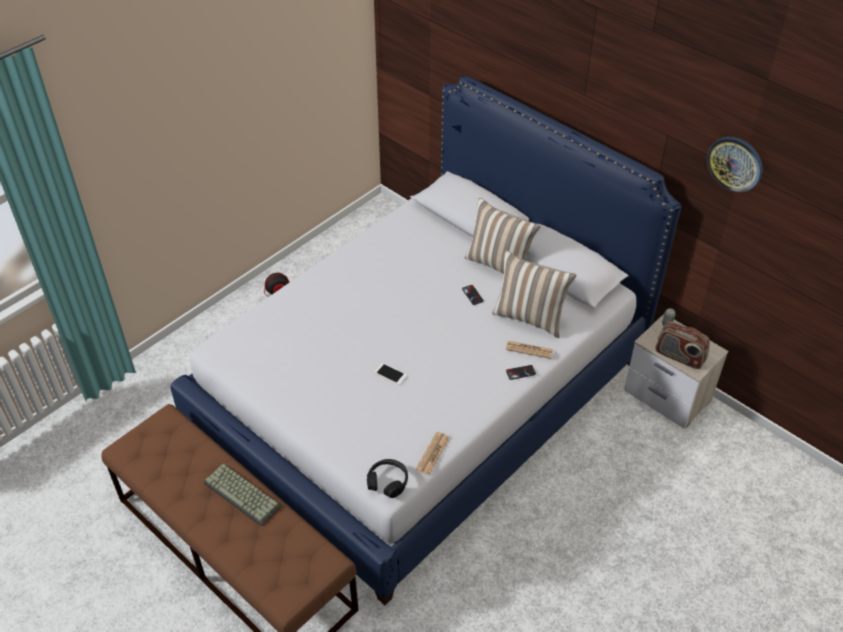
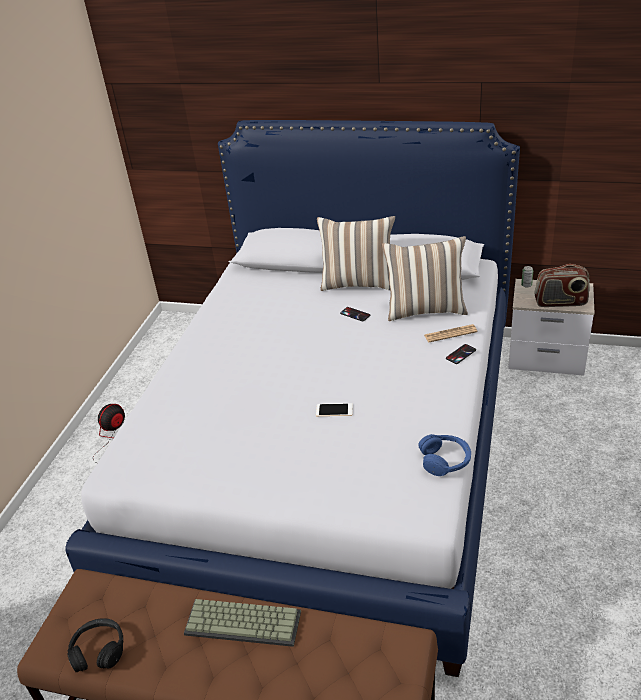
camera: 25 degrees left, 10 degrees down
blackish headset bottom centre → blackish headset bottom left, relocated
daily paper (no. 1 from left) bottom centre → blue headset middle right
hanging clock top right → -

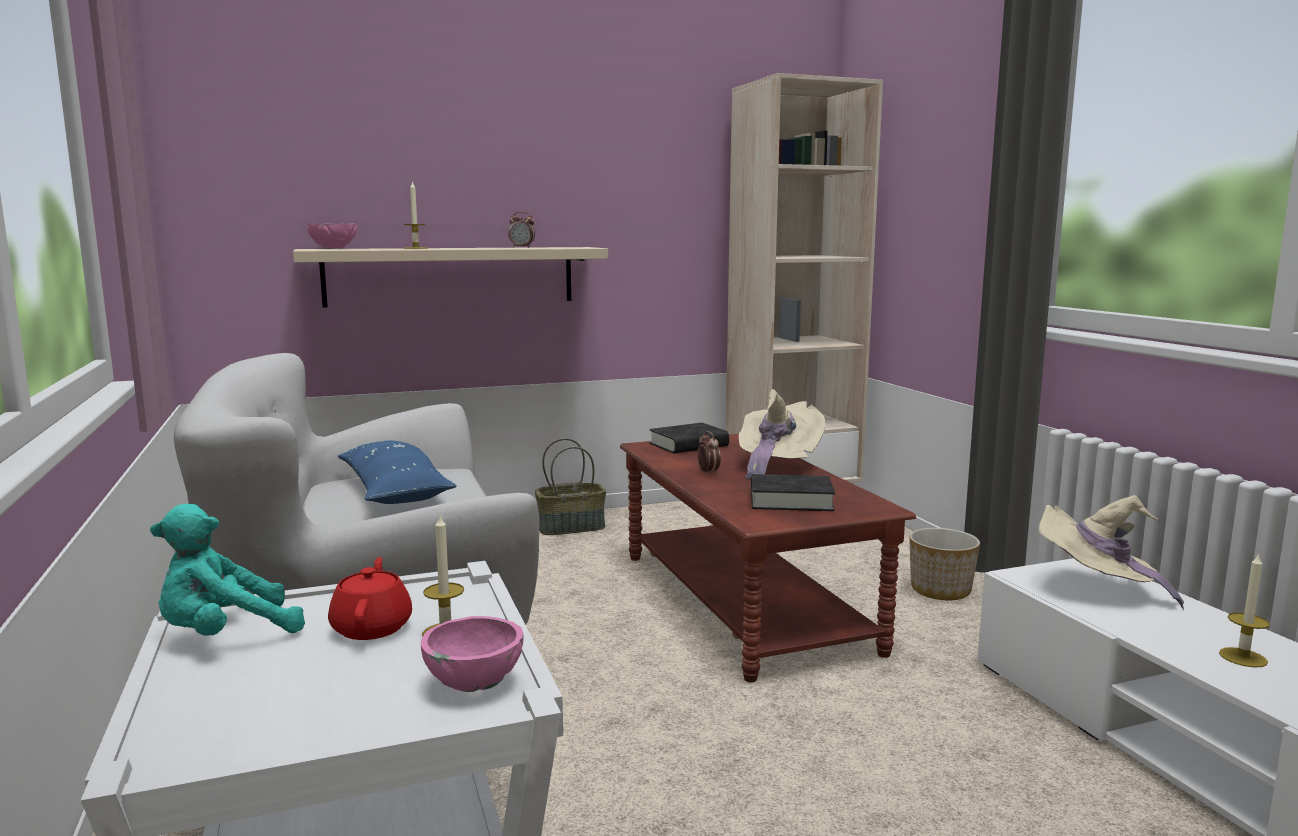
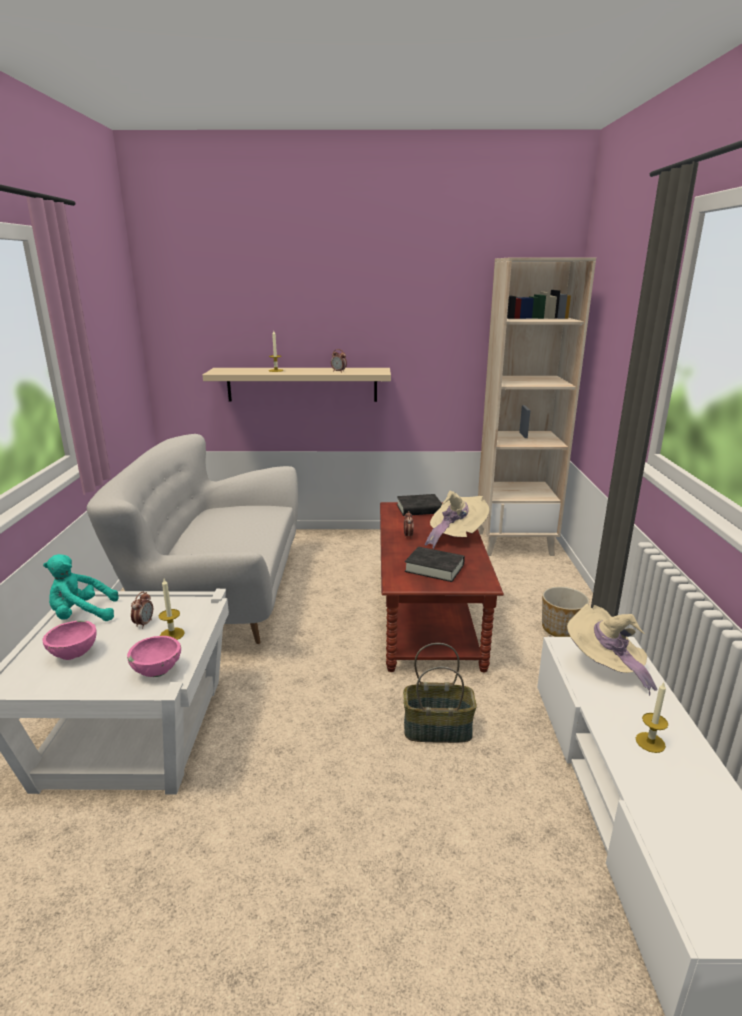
camera: 20 degrees right, 10 degrees up
pink-coloured deep dish (no. 1 from left) top left → pink-coloured deep dish (no. 1 from left) middle left, relocated
red pot for tea bottom left → alarm clock (no. 1 from left) middle left
household basket centre → household basket bottom centre, relocated
blue cushion middle left → -

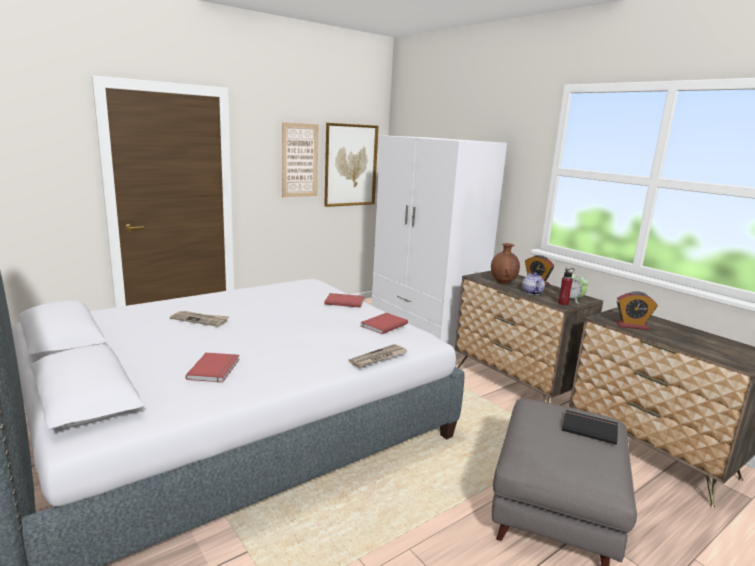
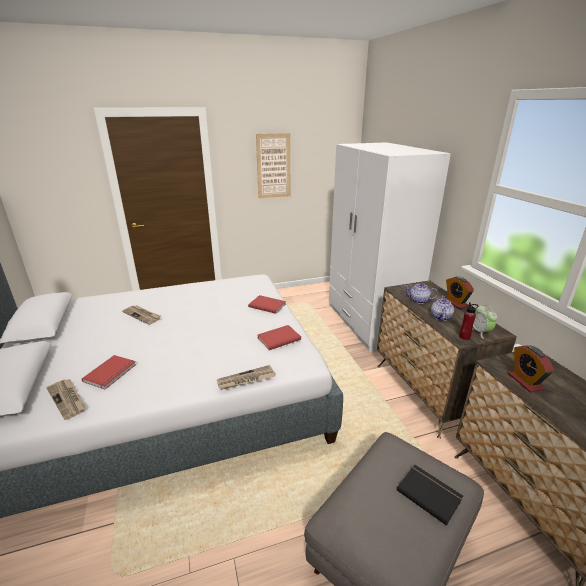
camera: 20 degrees right, 10 degrees up
- → daily paper (no. 1 from left) bottom left
brownish flower vase middle right → pot for tea (no. 1 from left) middle right
alarm clock (no. 3 from left) middle right, 45 degrees clockwise
wall art (no. 2 from left) top centre → -

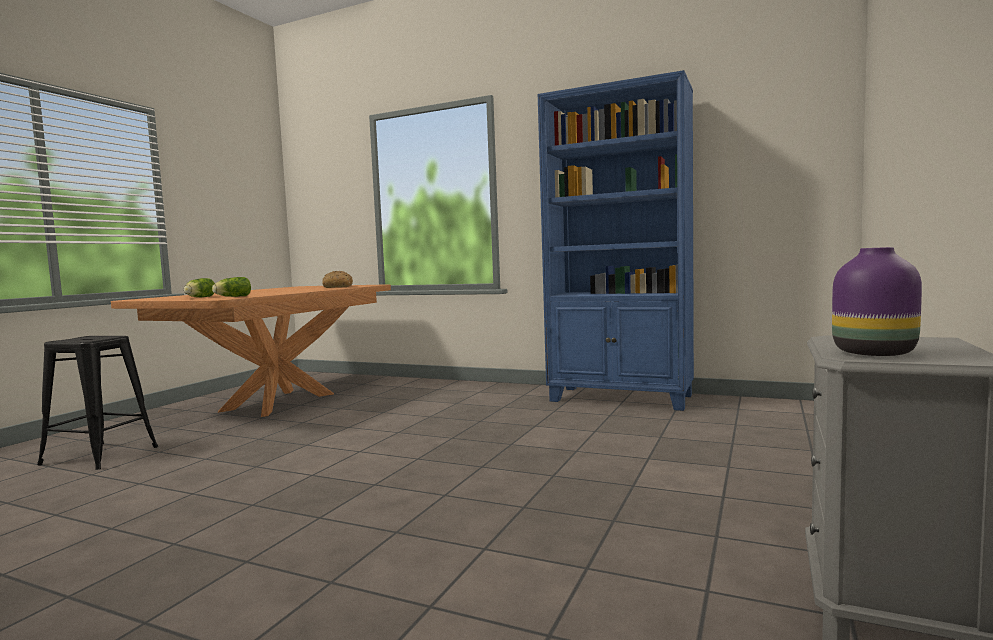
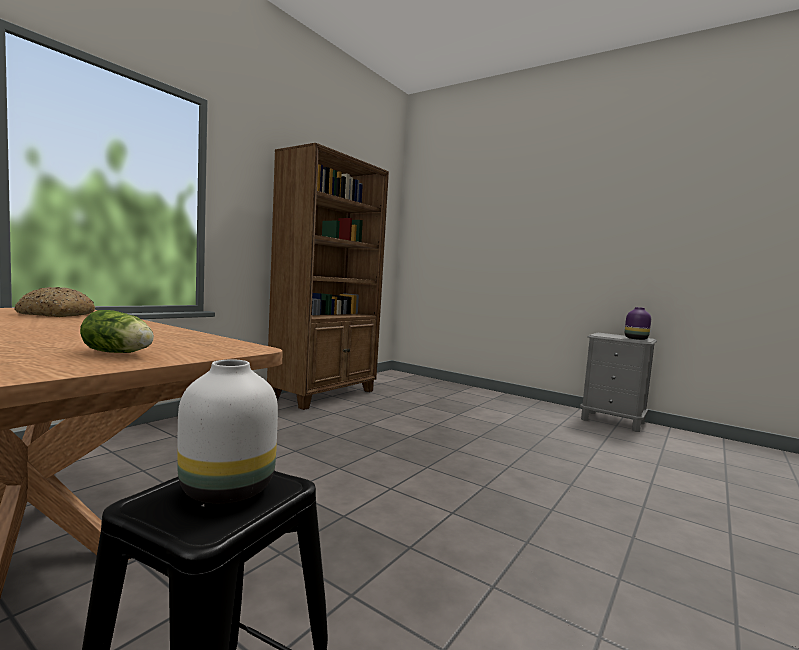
camera: 80 degrees left, 0 degrees up
- → white-coloured flower vase middle left
blue bookshelf centre → brownish bookshelf centre
lettuce (no. 2 from left) middle left → -

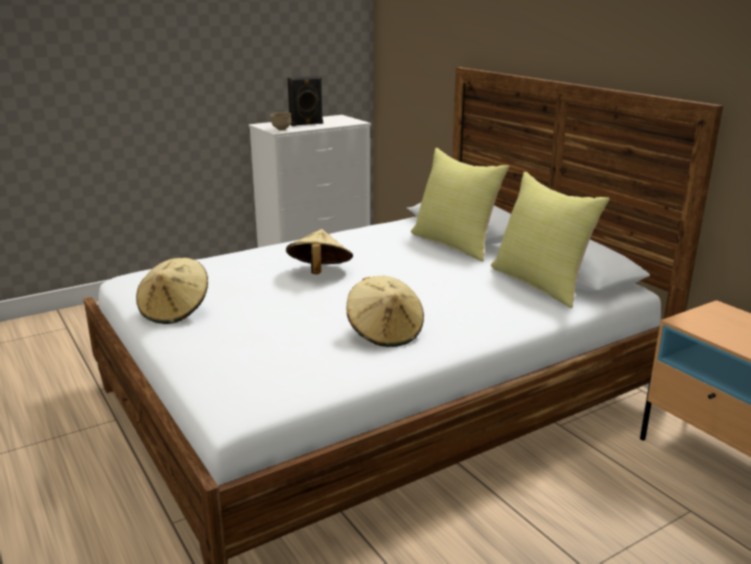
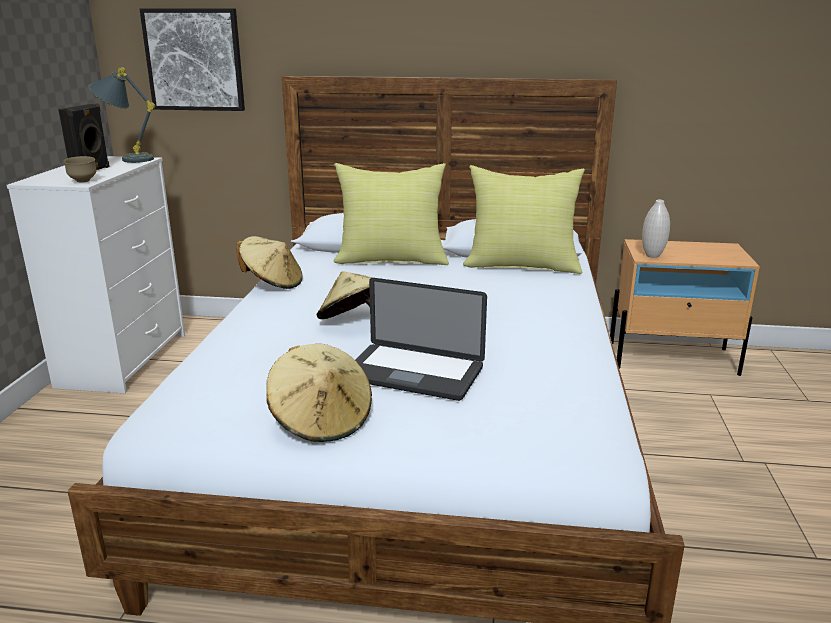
camera: 50 degrees left, 0 degrees up
- → grey table lamp top left
- → wall art top left
beige-coloured clothing hat (no. 3 from left in the first image) centre → beige-coloured clothing hat (no. 1 from left) middle left, relocated
- → portable computer centre
- → white-coloured flower vase middle right

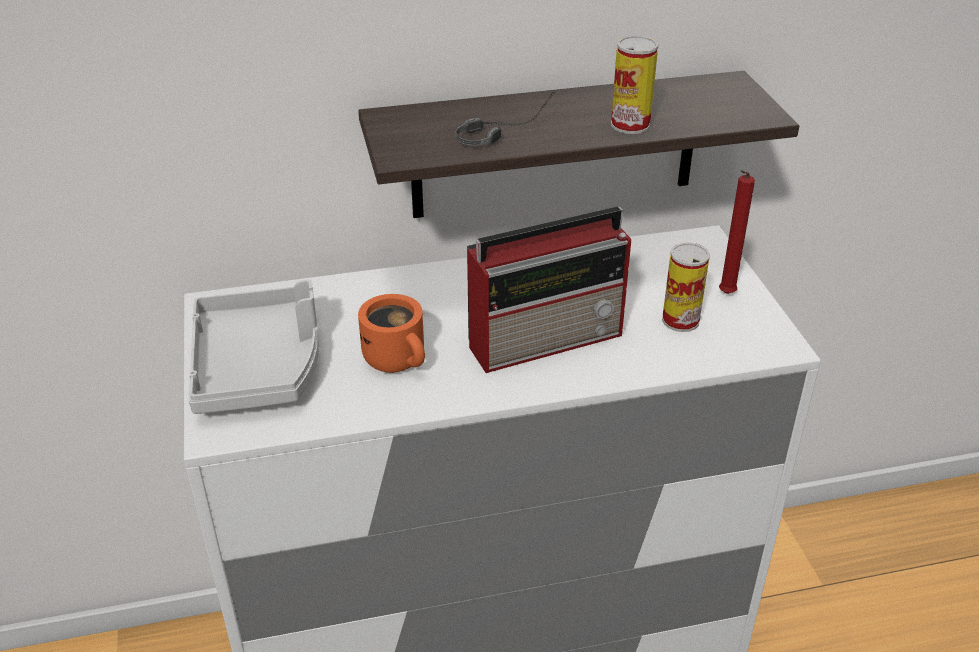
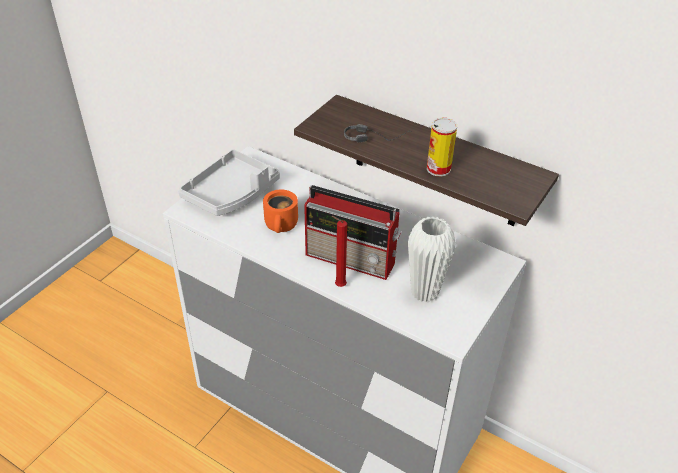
camera: 45 degrees right, 5 degrees up
red wax light middle right → red wax light centre, relocated
sealed can (no. 2 from left) middle right → white-coloured flower vase centre

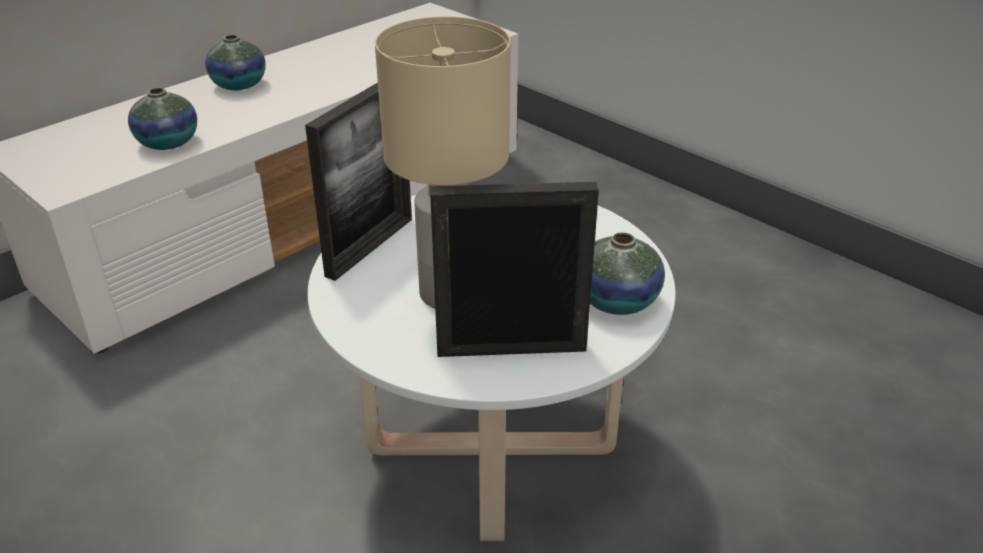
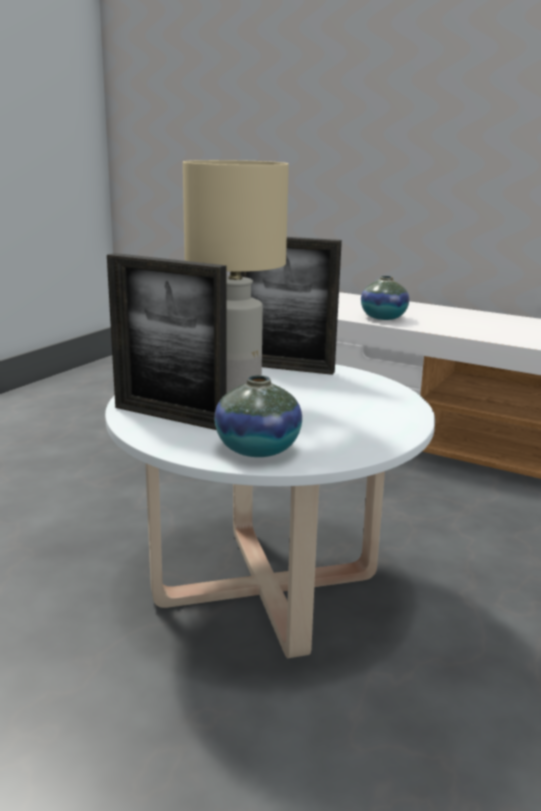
camera: 75 degrees right, 15 degrees down
photo frame (no. 2 from left in the first image) centre → photo frame (no. 1 from left) middle left, 135 degrees clockwise
flower vase (no. 2 from left) top left → -

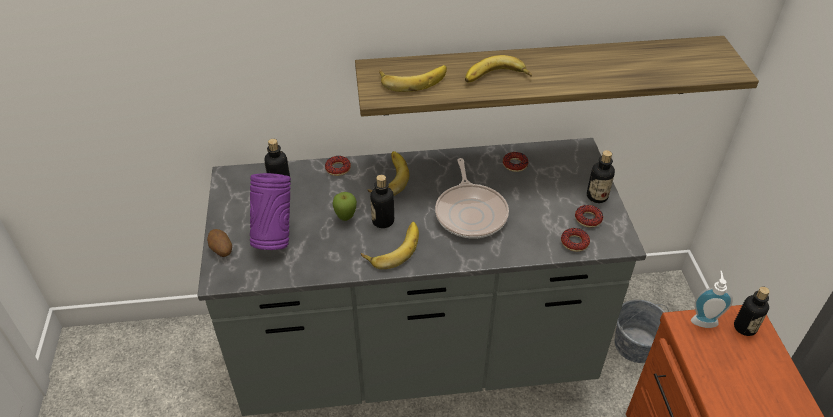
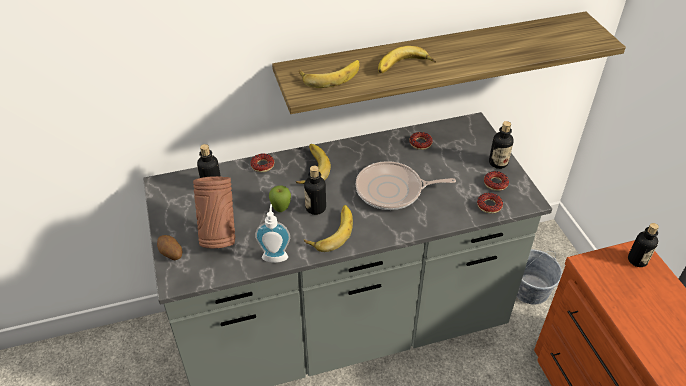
camera: 10 degrees left, 0 degrees up
purple-coloured flower vase middle left → brownish flower vase middle left
soap dispenser bottom right → soap dispenser centre, relocated
skillet centre, 105 degrees clockwise

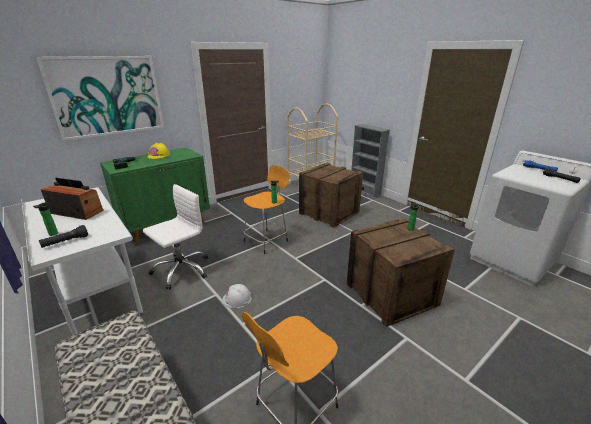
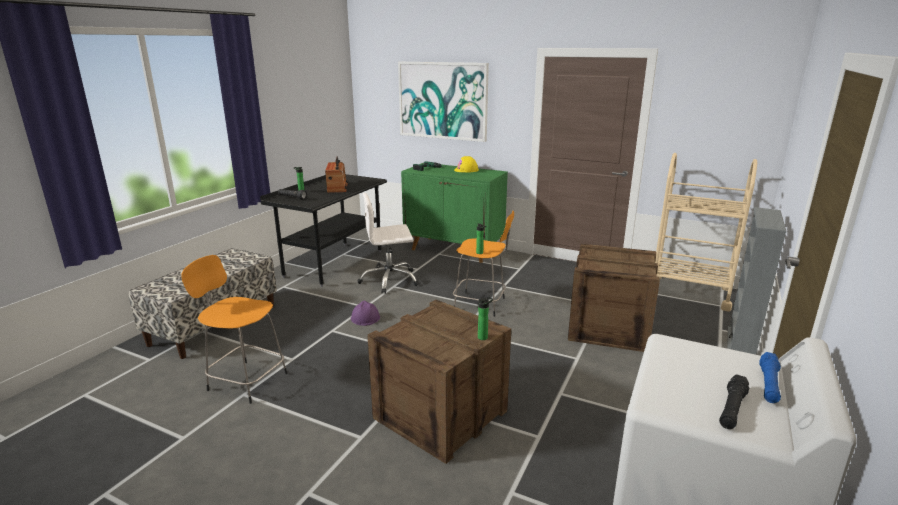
camera: 65 degrees right, 5 degrees down
white-coloured desk table middle left → blackish desk table centre
white-coloured safety helmet bottom centre → purple-coloured safety helmet centre
white-coloured computer chair middle left → white-coloured computer chair centre, 150 degrees clockwise

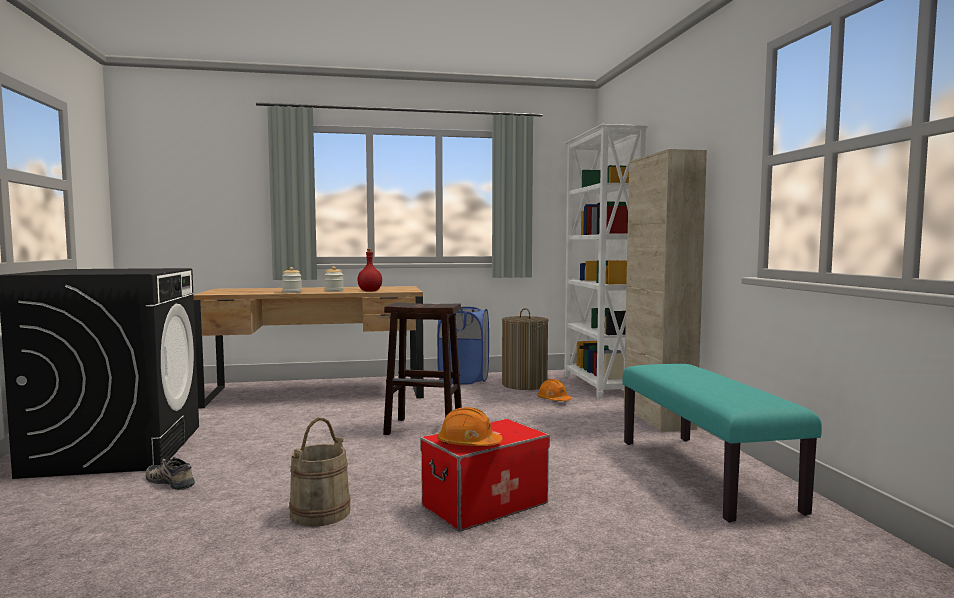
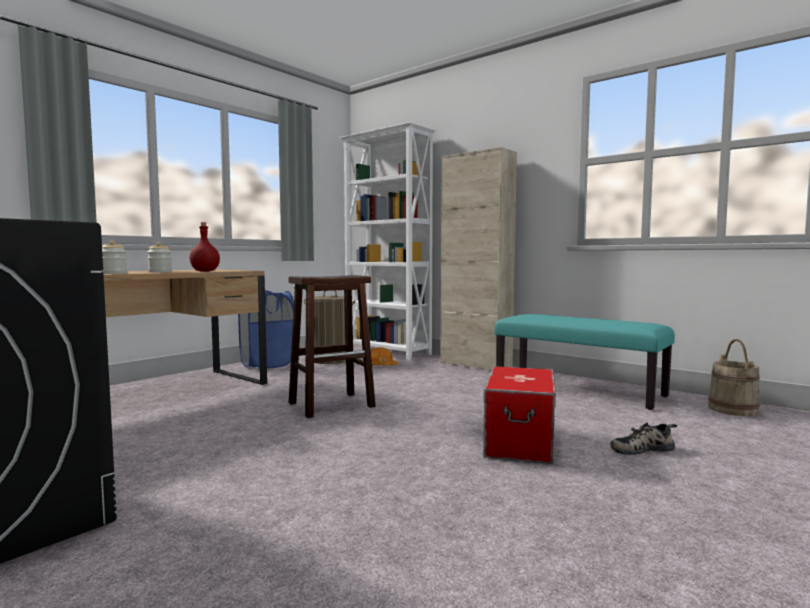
camera: 40 degrees left, 0 degrees up
item of footwear bottom left → item of footwear bottom right, relocated
beige-coloured pail bottom centre → beige-coloured pail middle right, relocated
orange-coloured safety helmet (no. 1 from left) bottom centre → -

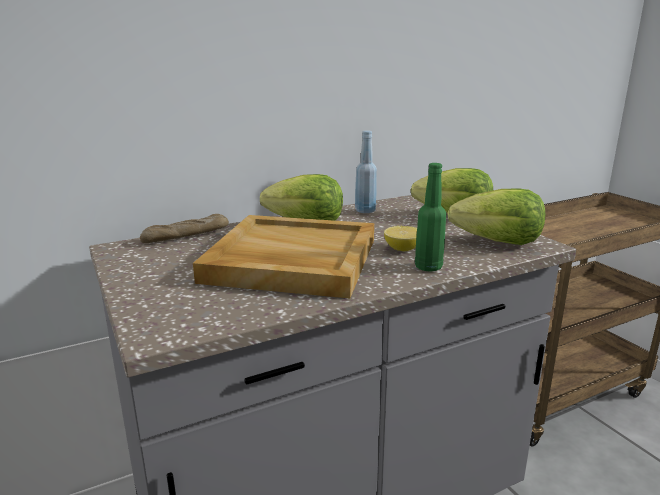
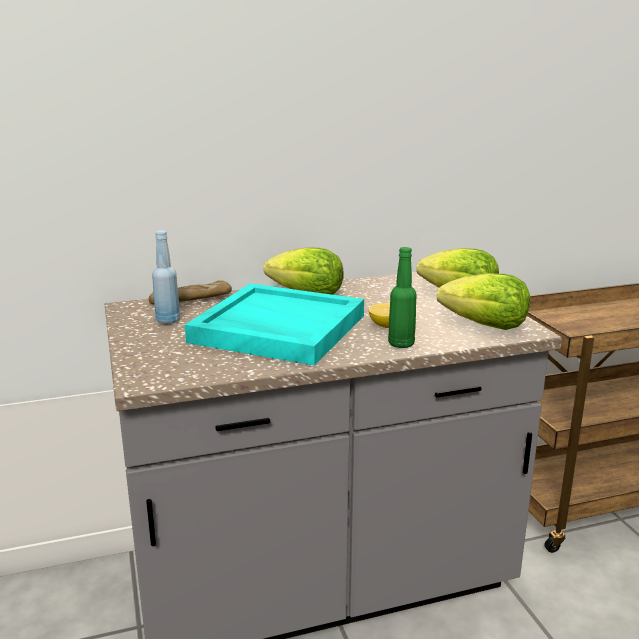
camera: 10 degrees right, 0 degrees up
blue drink bottle centre → blue drink bottle middle left, relocated
beige-coloured tray centre → blue-green tray centre

